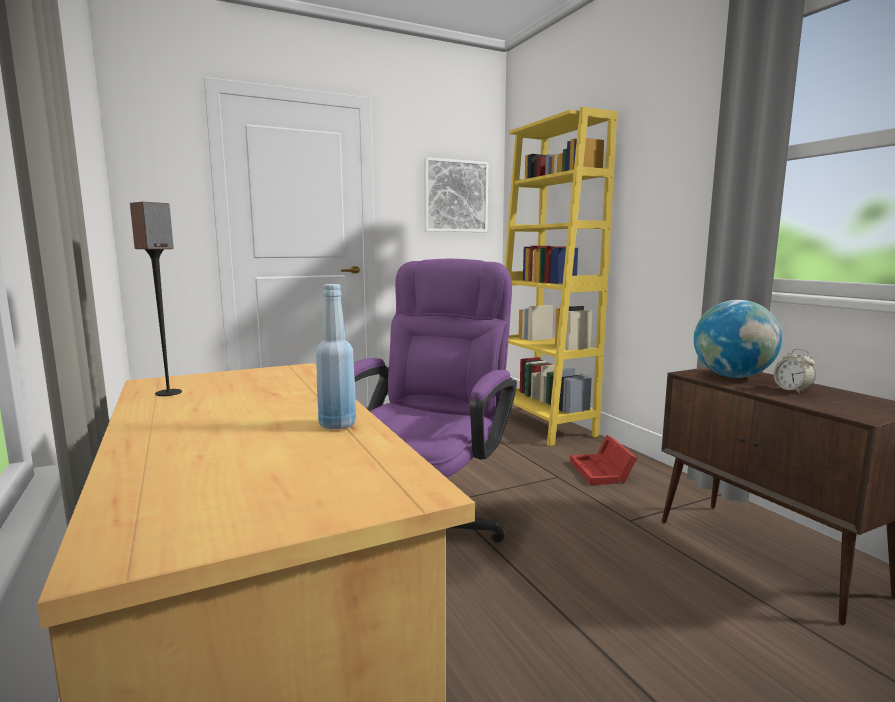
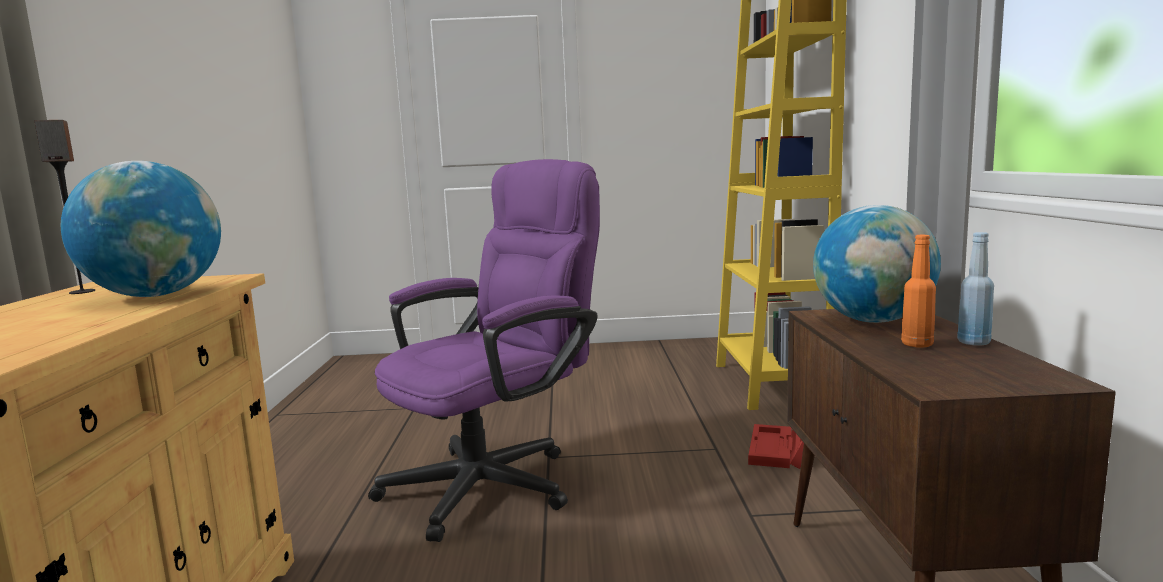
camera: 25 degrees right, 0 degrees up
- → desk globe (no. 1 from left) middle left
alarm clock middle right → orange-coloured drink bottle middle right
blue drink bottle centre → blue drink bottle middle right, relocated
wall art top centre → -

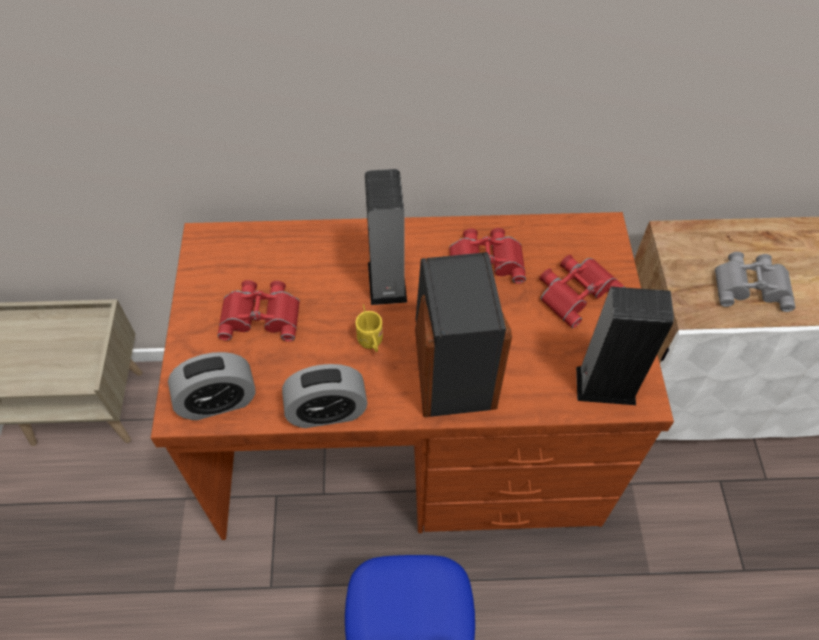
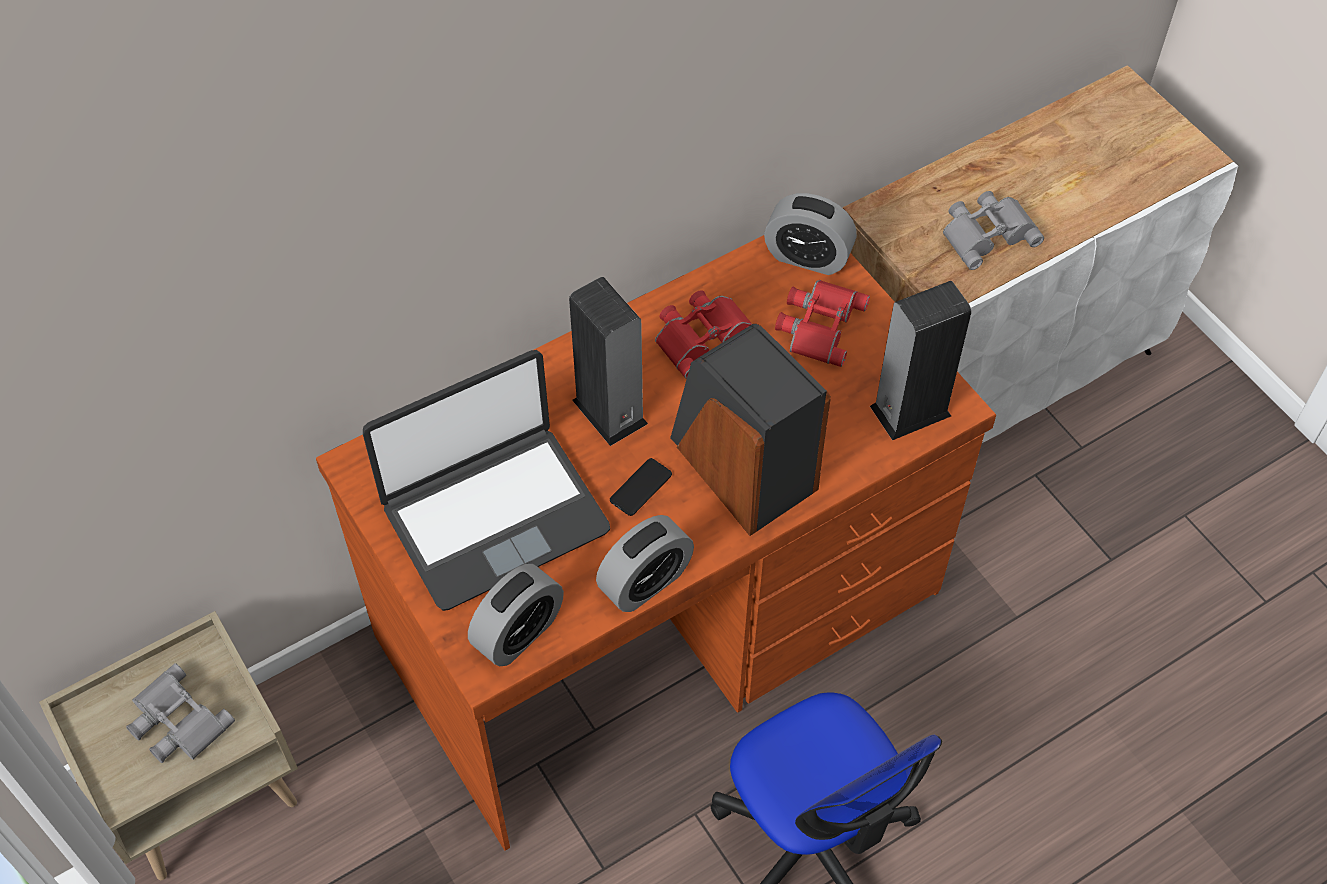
camera: 30 degrees left, 0 degrees up
- → grey binoculars (no. 1 from left) bottom left
red binoculars (no. 1 from left) middle left → portable computer centre
yellow tea mug centre → handset centre
- → alarm clock (no. 3 from left) top centre

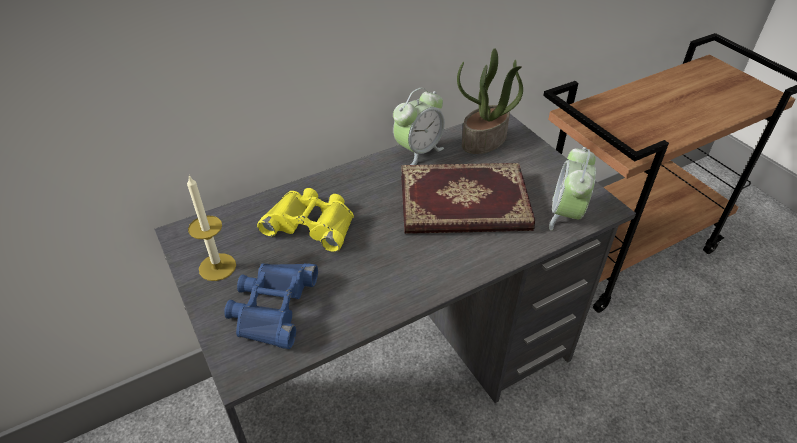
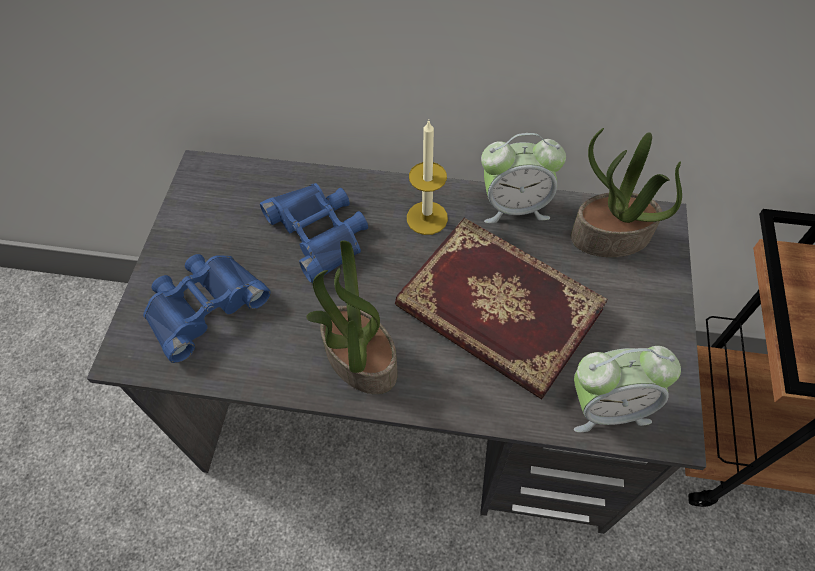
camera: 40 degrees right, 15 degrees up
yellow binoculars centre → blue binoculars (no. 2 from left) centre
- → potted plant (no. 1 from left) centre
wax light middle left → wax light top centre, relocated
alarm clock (no. 2 from left) middle right → alarm clock (no. 2 from left) bottom right, 150 degrees counterclockwise

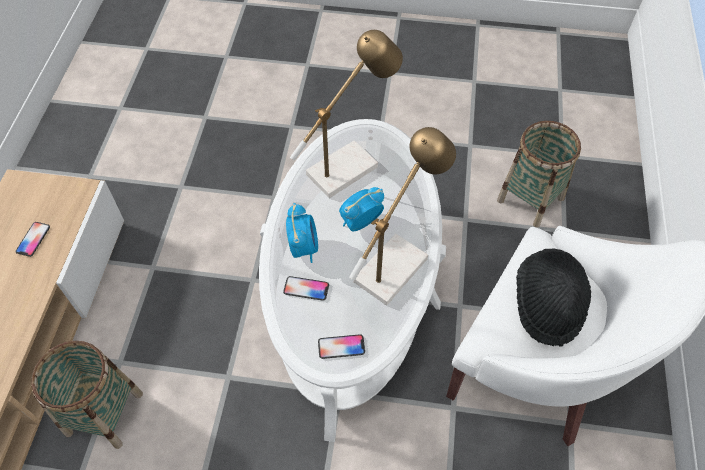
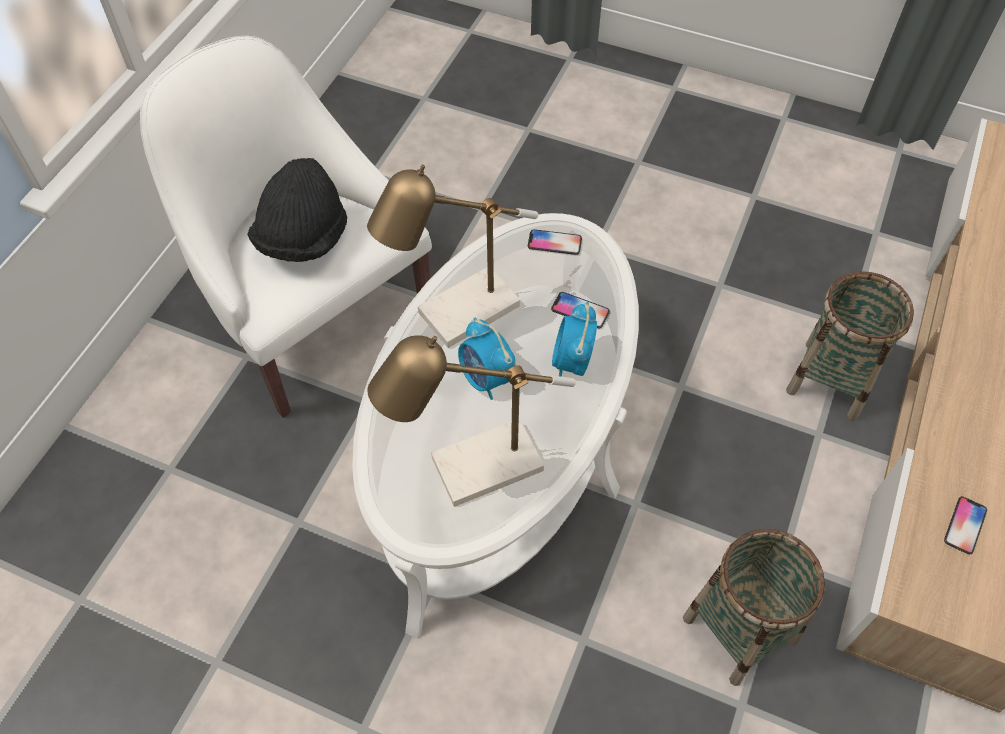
camera: 165 degrees left, 0 degrees up
alarm clock (no. 2 from left in the first image) centre → alarm clock (no. 1 from left) centre, 75 degrees clockwise
household basket (no. 2 from left in the first image) middle right → household basket (no. 1 from left) bottom right, relocated

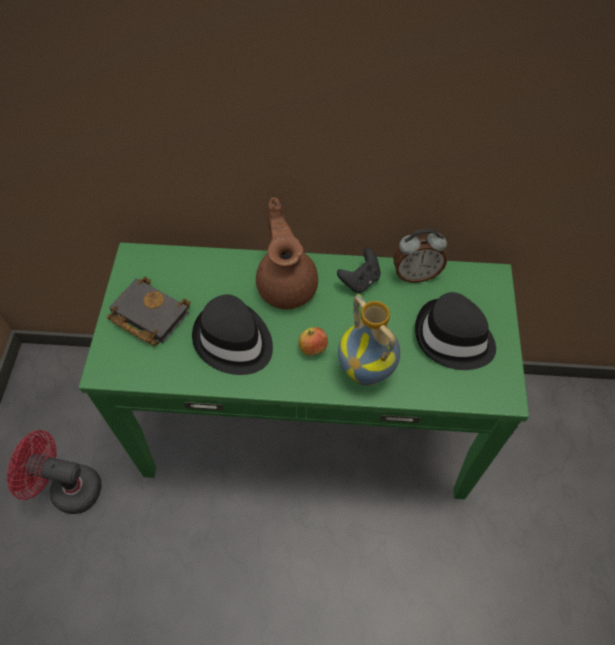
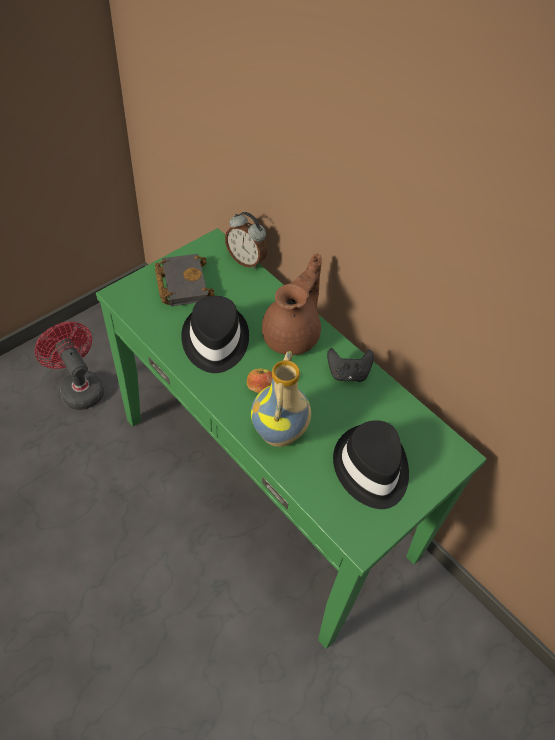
camera: 40 degrees right, 5 degrees down
alarm clock middle right → alarm clock top centre, relocated

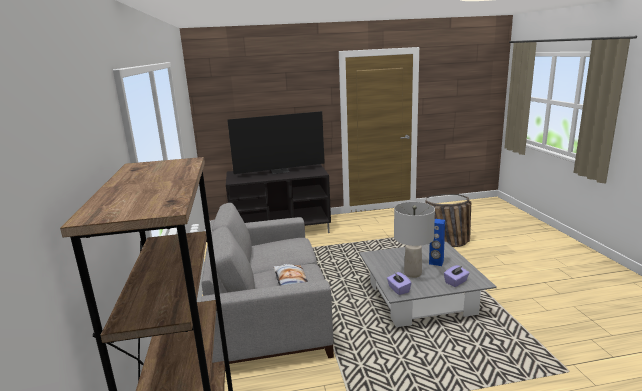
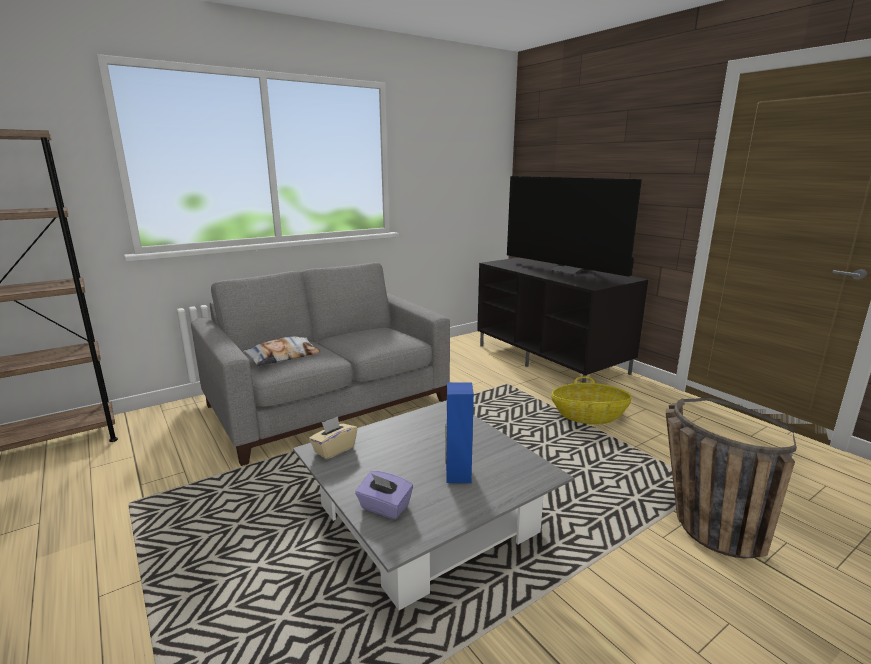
camera: 65 degrees right, 0 degrees up
purple-coloured tissue box (no. 1 from left) bottom centre → beige-coloured tissue box centre
- → household basket (no. 1 from left) middle right
grey table lamp centre → -

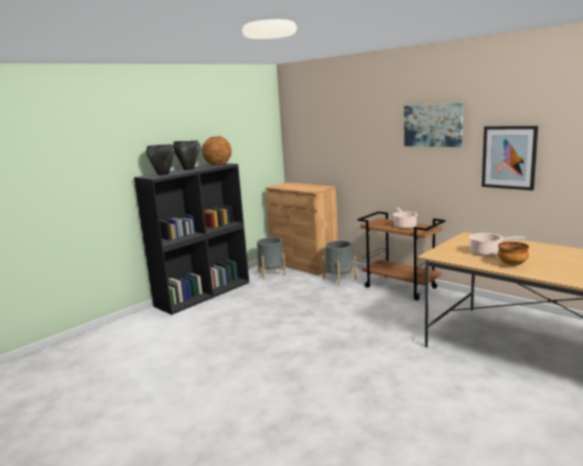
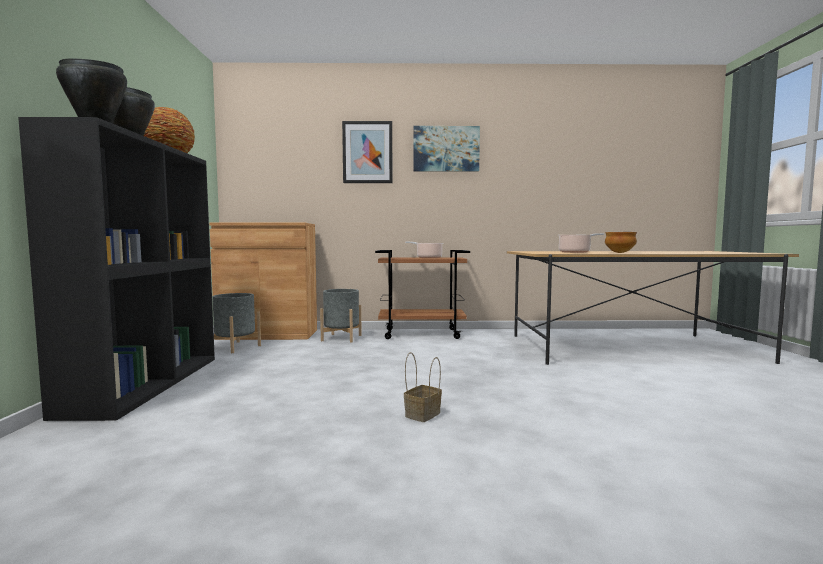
camera: 45 degrees left, 10 degrees down
wall art (no. 2 from left in the first image) middle right → wall art (no. 1 from left) top centre, relocated
- → household basket bottom centre

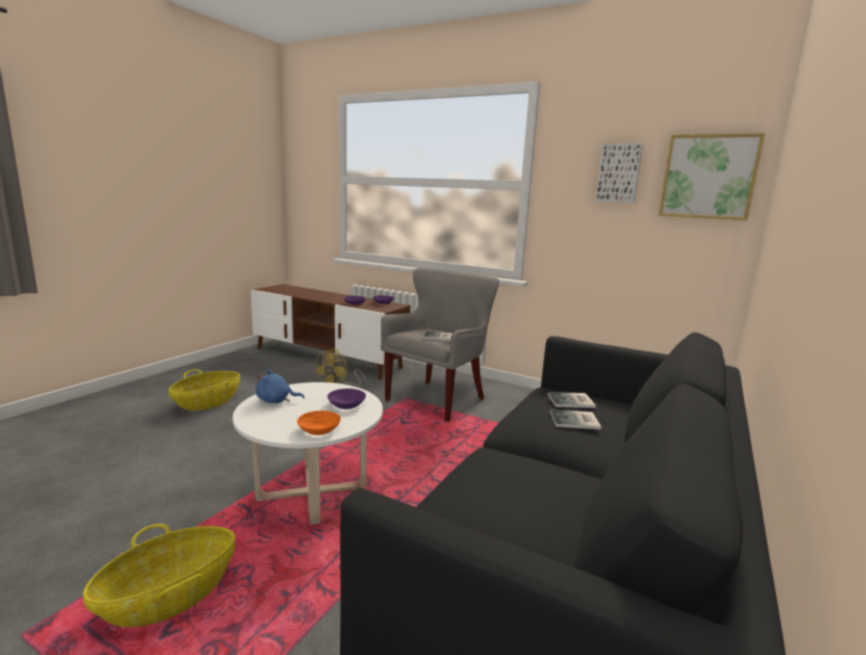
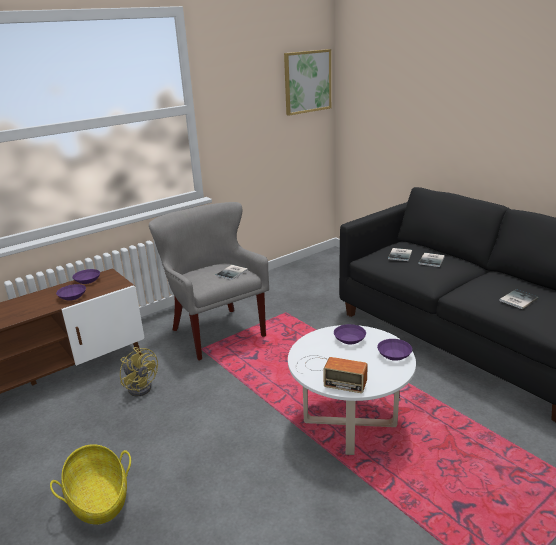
camera: 65 degrees left, 10 degrees up
blue cuddly toy middle left → radio bottom centre
orange-coloured deep dish centre → purple-coloured deep dish (no. 4 from left) middle right
- → book (no. 4 from left) middle right
household basket (no. 1 from left) bottom left → -
wall art (no. 1 from left) top right → -

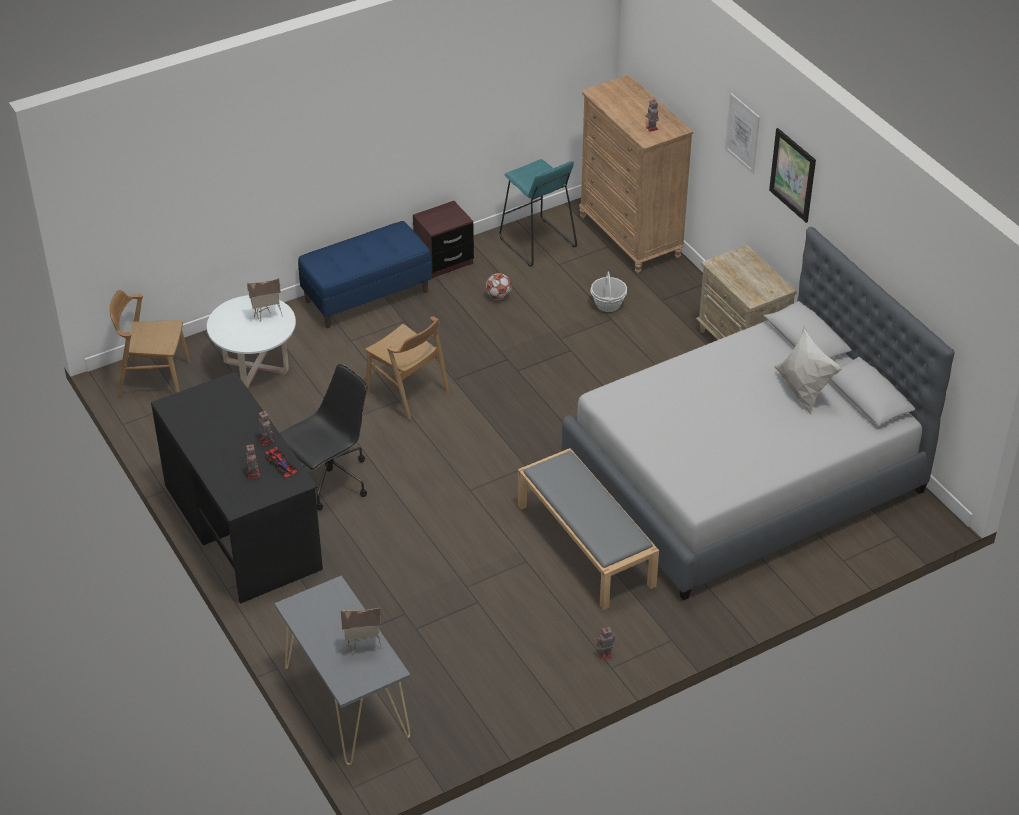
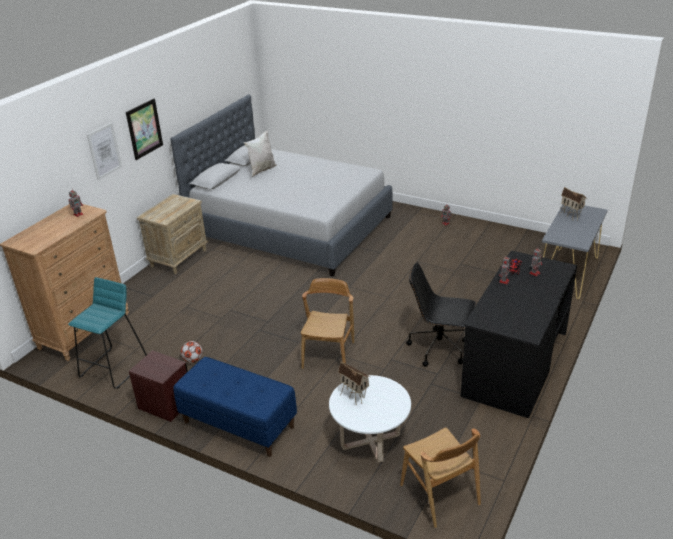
camera: 120 degrees left, 10 degrees down
grey bench centre → -
household basket centre → -

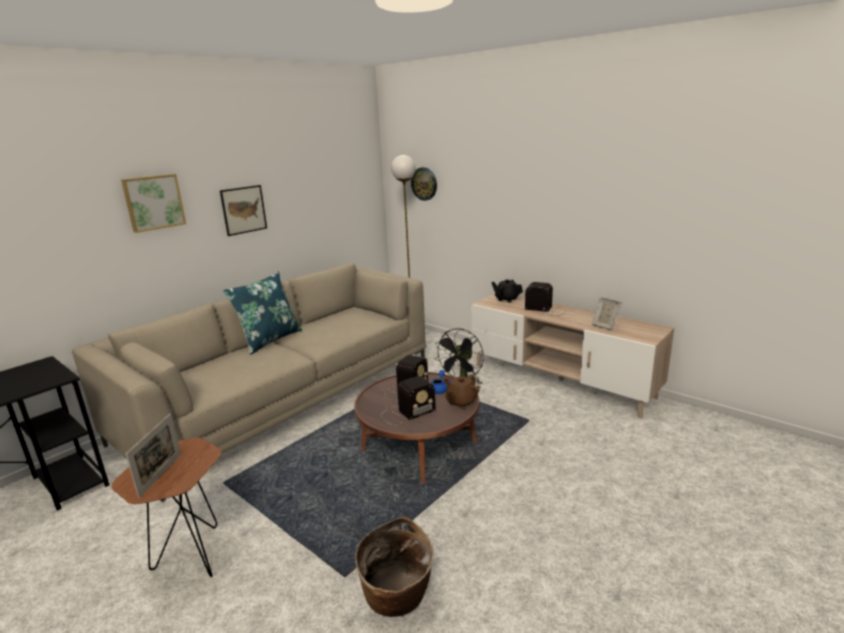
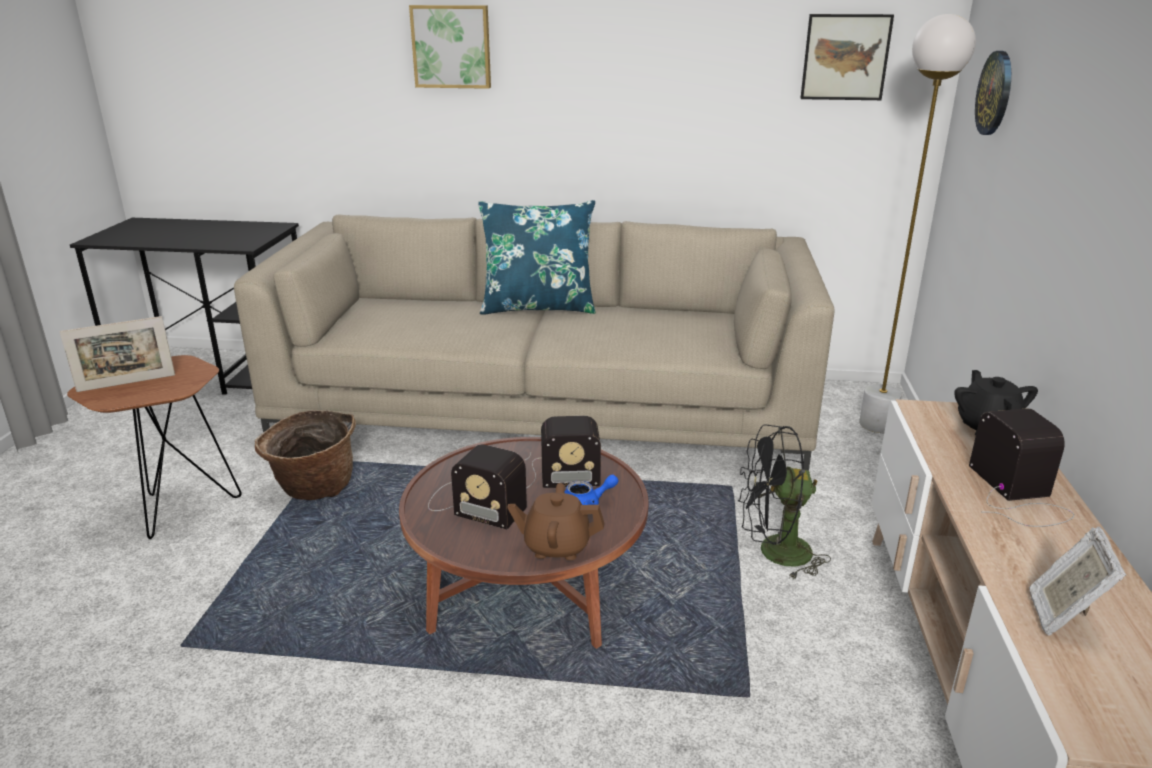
camera: 55 degrees right, 5 degrees up
household basket bottom centre → household basket middle left, relocated
wall art (no. 2 from left) top left → wall art (no. 2 from left) top right, relocated

